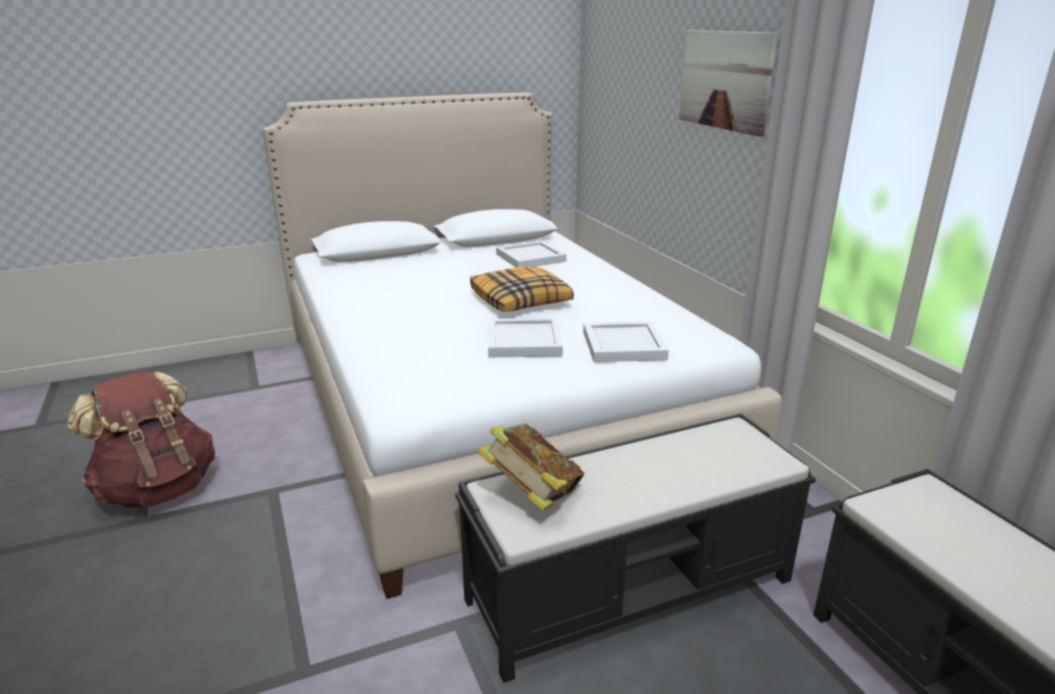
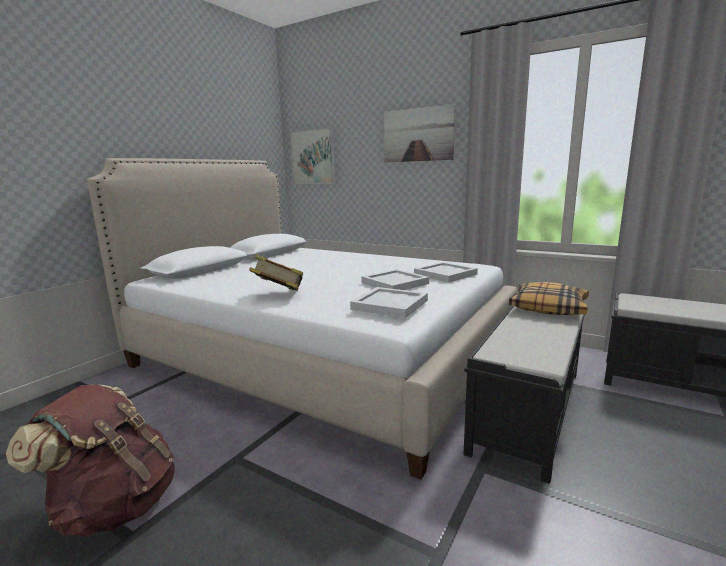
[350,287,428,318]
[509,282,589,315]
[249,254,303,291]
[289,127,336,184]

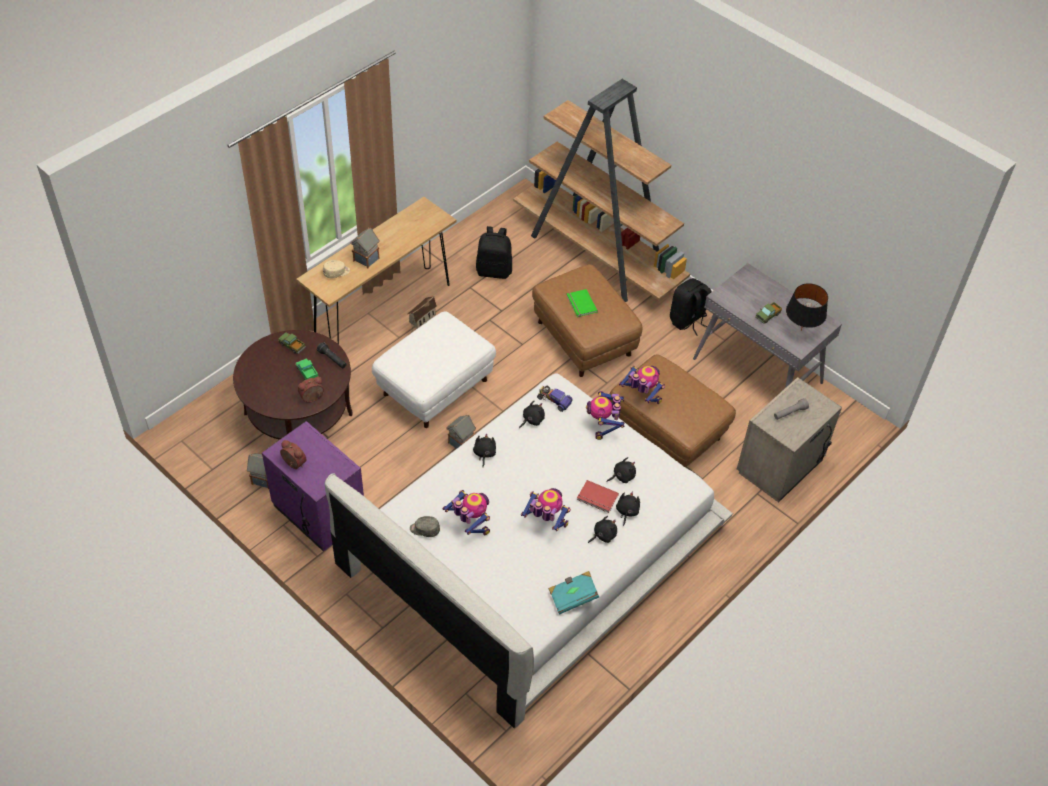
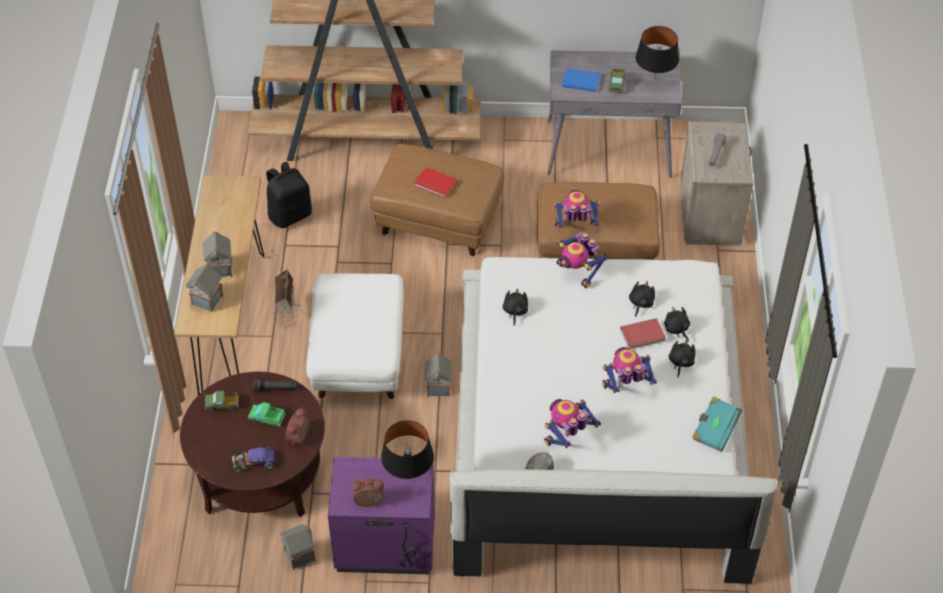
[186,263,223,312]
[670,278,712,336] (first image)
[414,167,457,198]
[232,447,275,473]
[473,433,496,467] (first image)
[544,399,601,448]
[562,68,600,92]
[381,420,434,479]

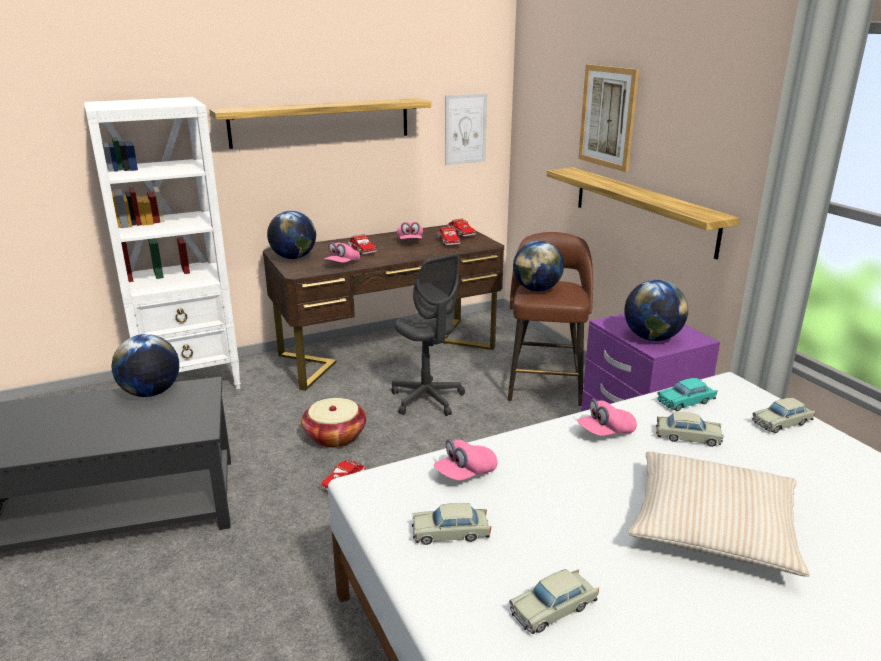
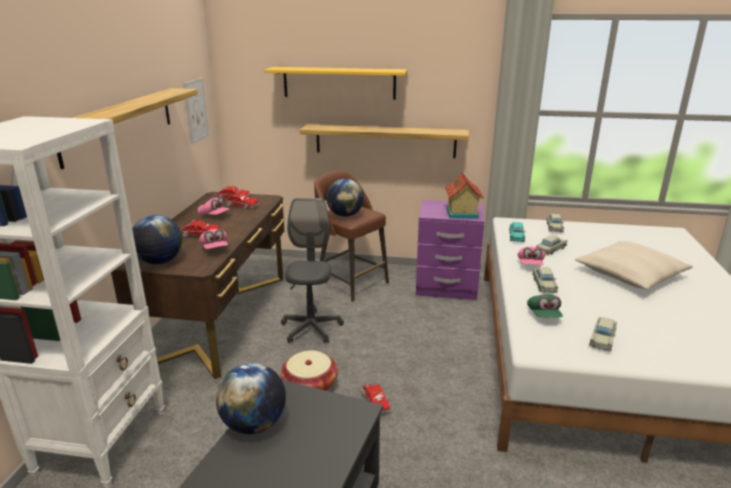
[264,67,408,100]
[281,198,344,343]
[445,172,484,219]
[527,294,563,317]
[533,267,558,293]

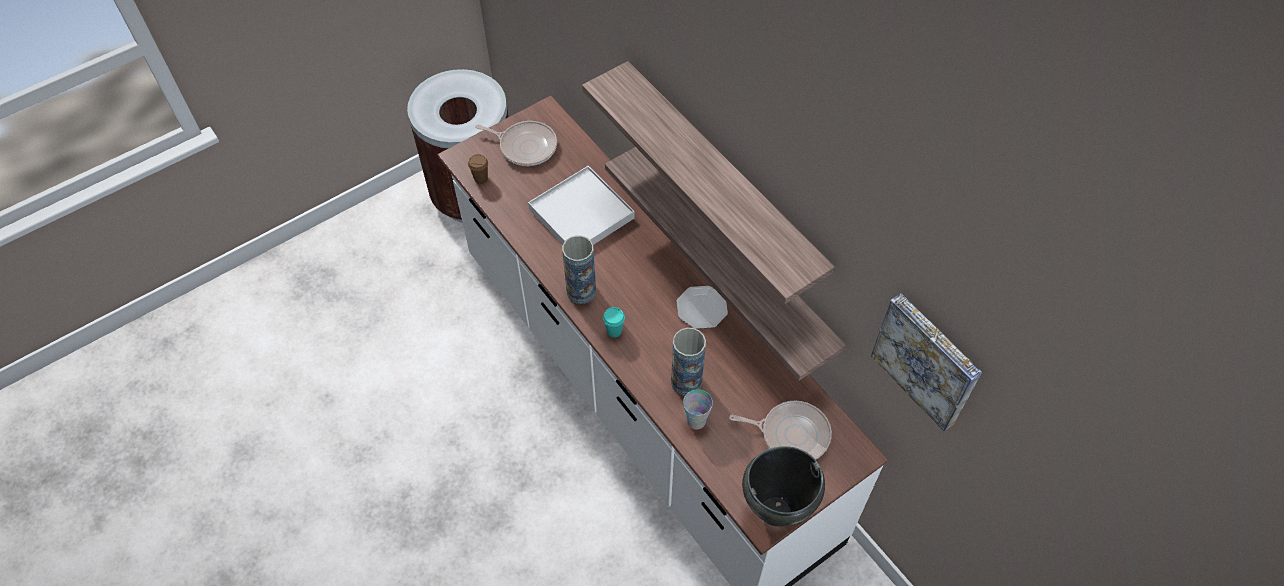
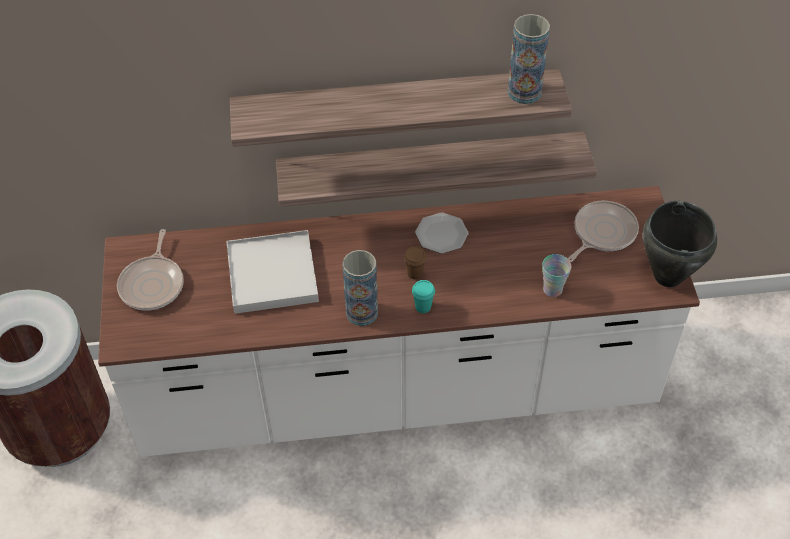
[117,229,184,311]
[404,246,427,279]
[871,293,982,431] (first image)
[508,14,550,104]

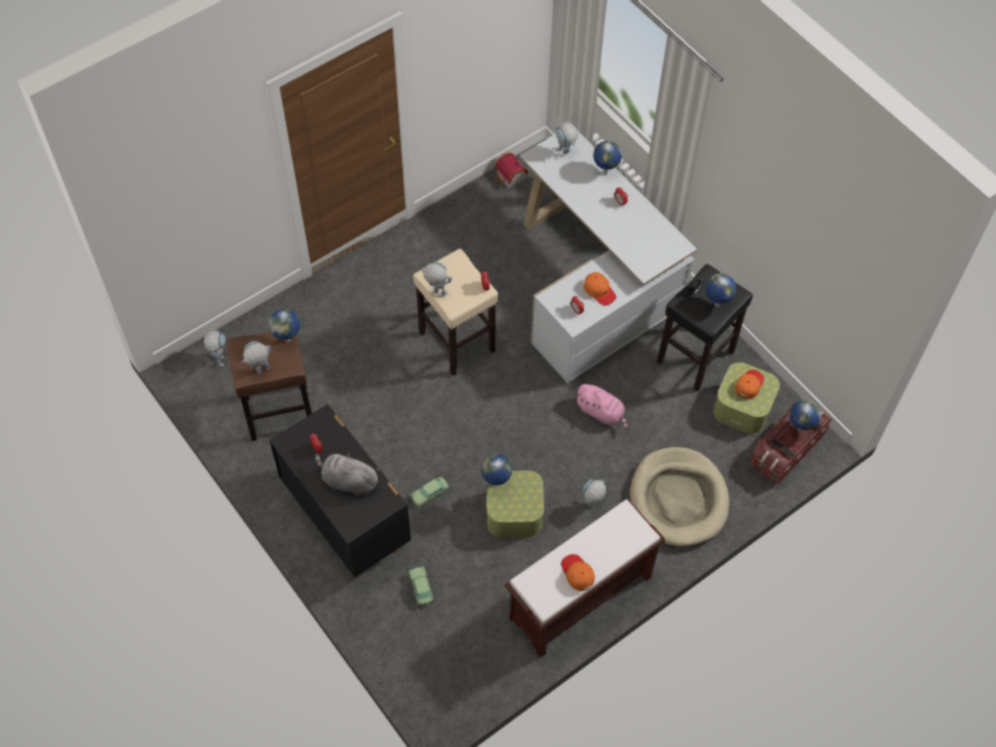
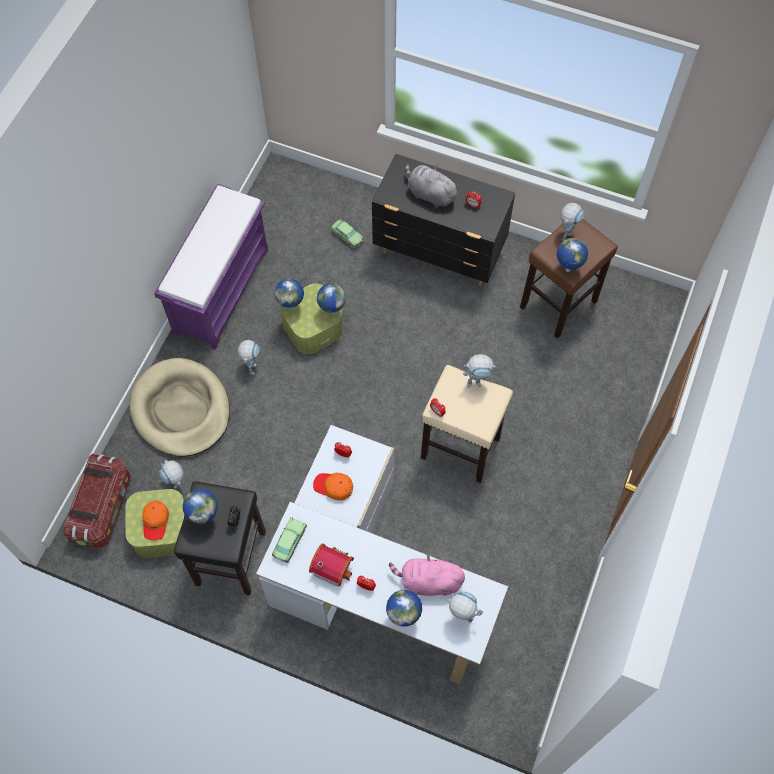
[309,544,354,587]
[159,459,184,489]
[389,555,465,596]
[275,278,304,309]
[405,164,460,208]
[272,517,307,563]
[154,184,268,350]
[561,554,595,591] (first image)

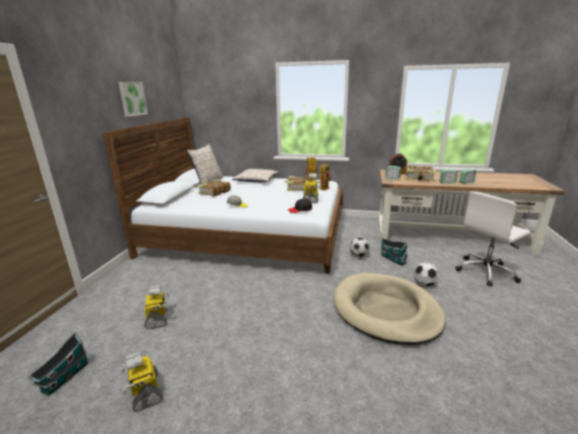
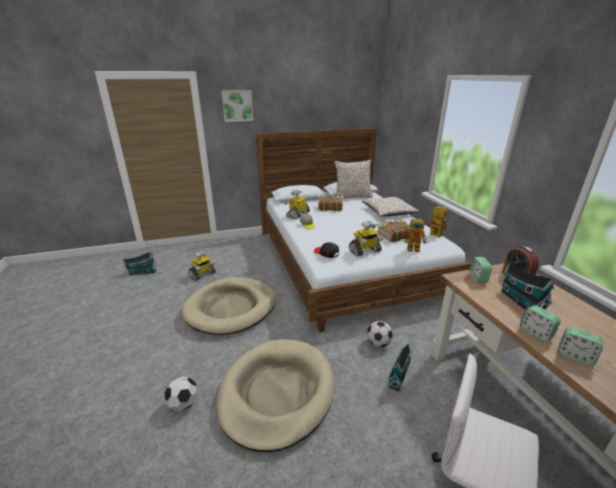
[222,90,253,122]
[501,263,554,310]
[165,377,198,412]
[285,190,310,219]
[182,277,276,335]

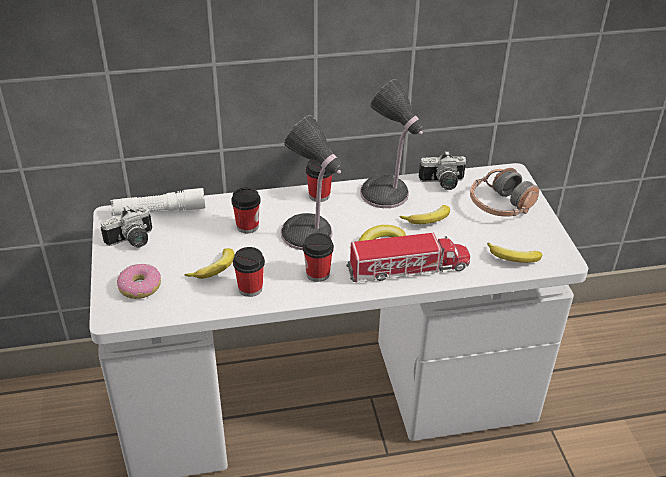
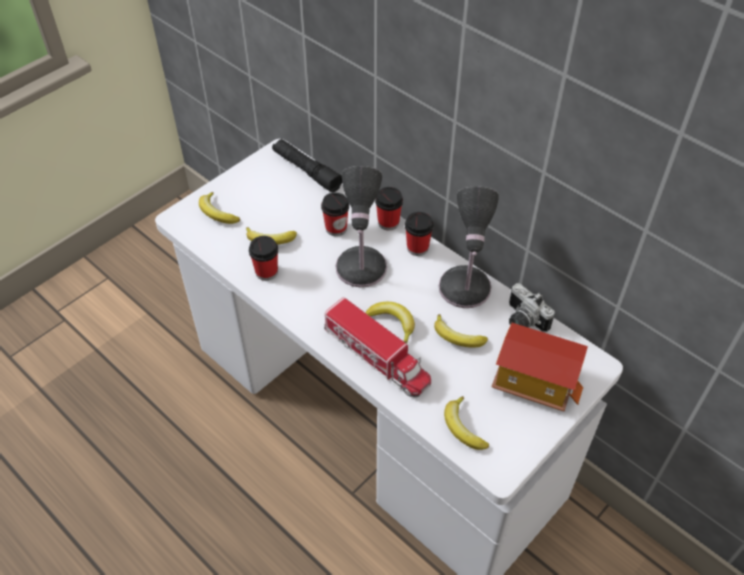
[492,323,588,411]
[272,139,342,192]
[101,206,152,247] (first image)
[375,187,403,231]
[199,192,240,224]

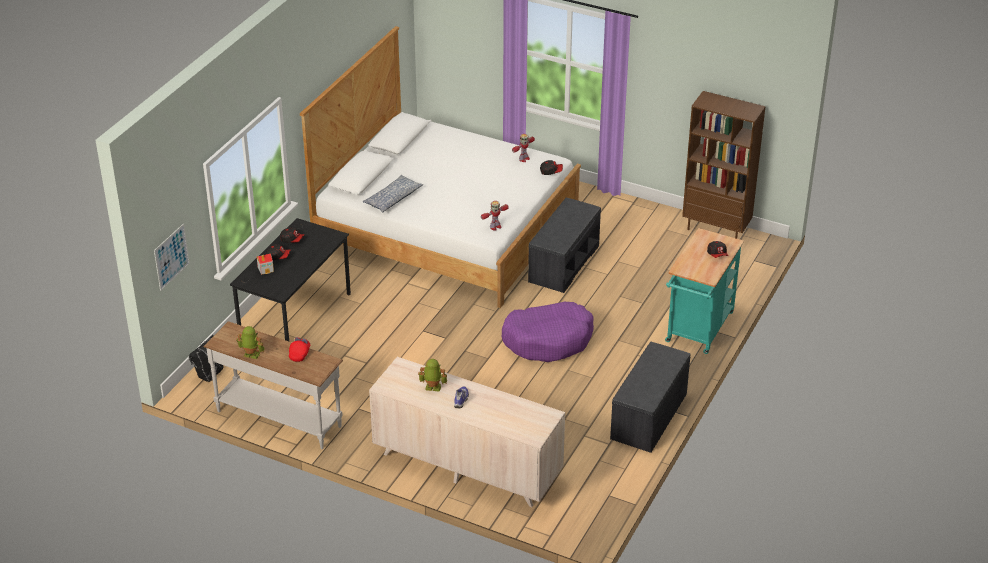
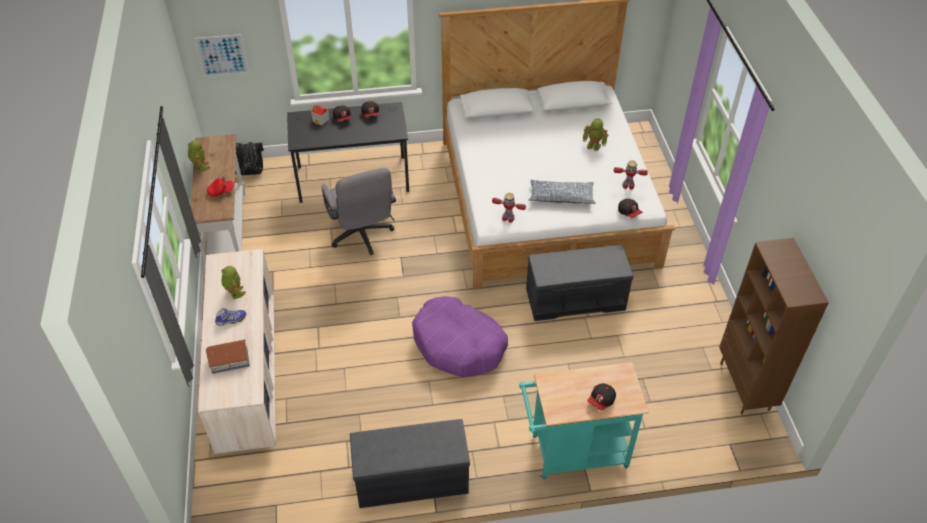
[528,180,596,204]
[583,119,608,151]
[322,168,396,255]
[206,340,250,374]

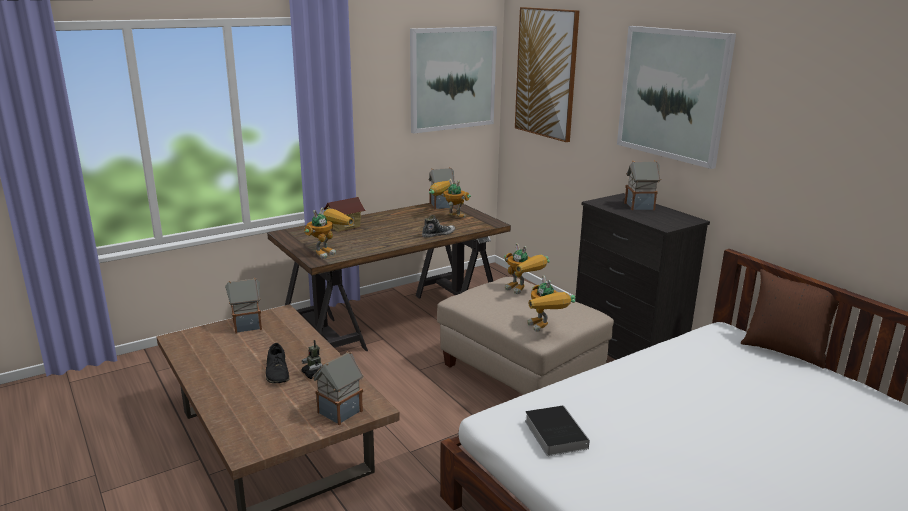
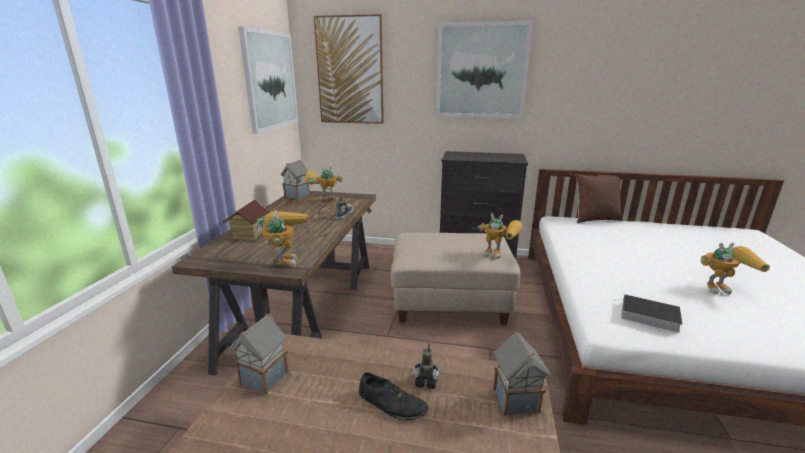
[624,160,661,210] (first image)
[701,243,770,294]

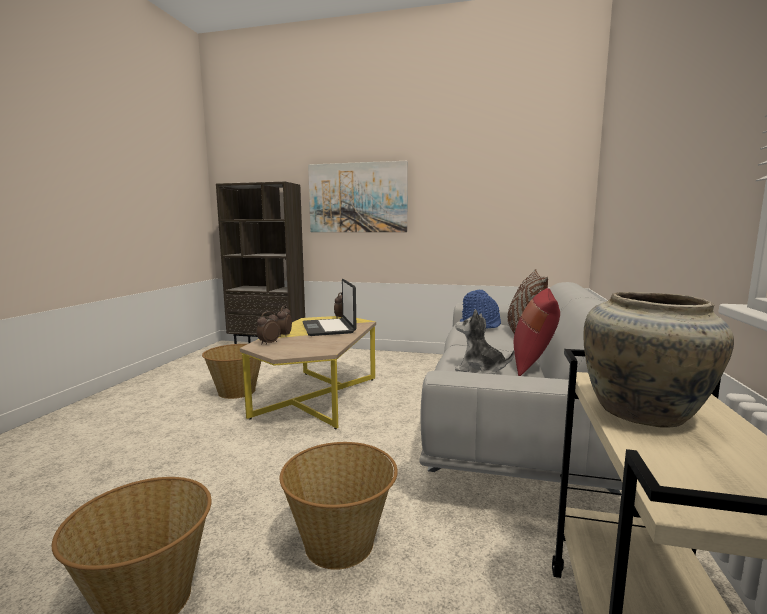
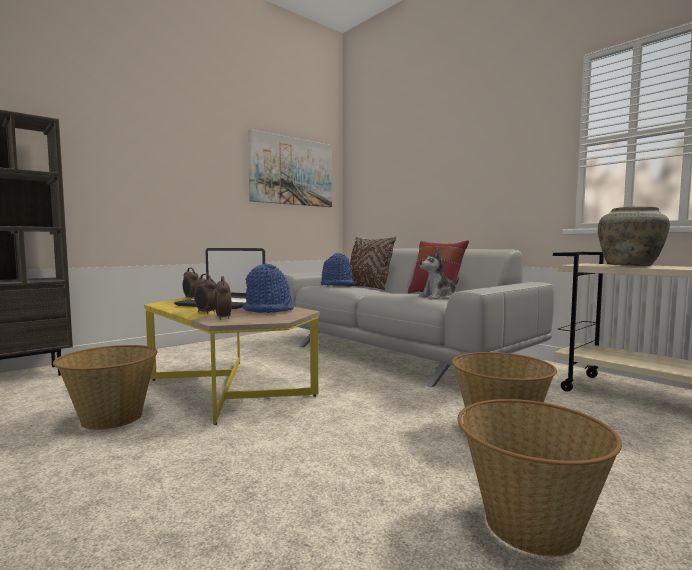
[248,129,332,207]
[242,264,294,313]

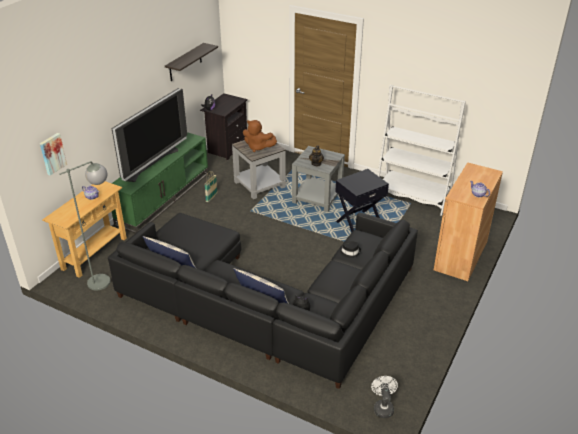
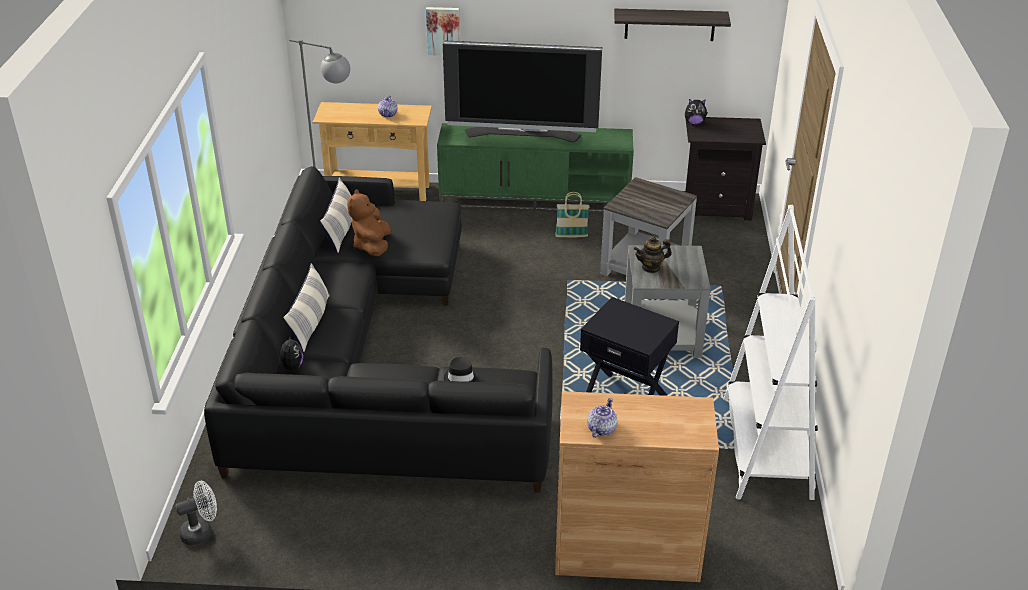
[347,189,391,256]
[426,7,460,56]

